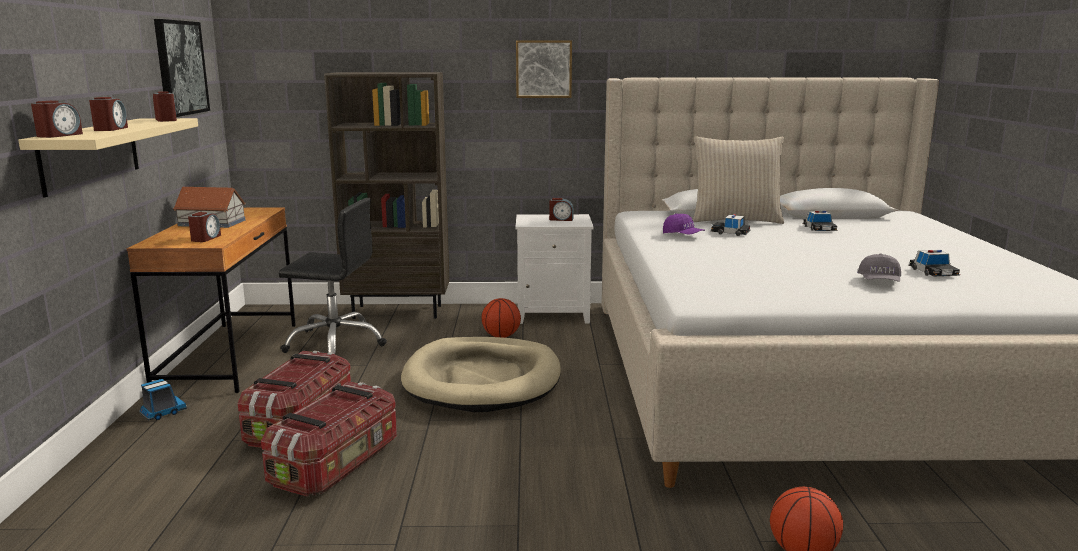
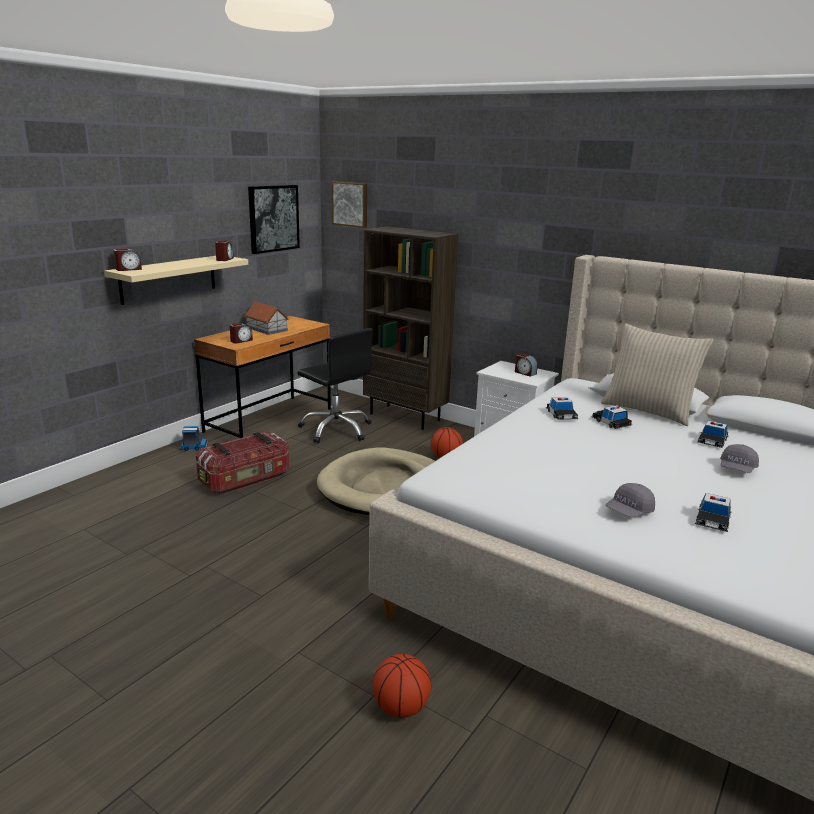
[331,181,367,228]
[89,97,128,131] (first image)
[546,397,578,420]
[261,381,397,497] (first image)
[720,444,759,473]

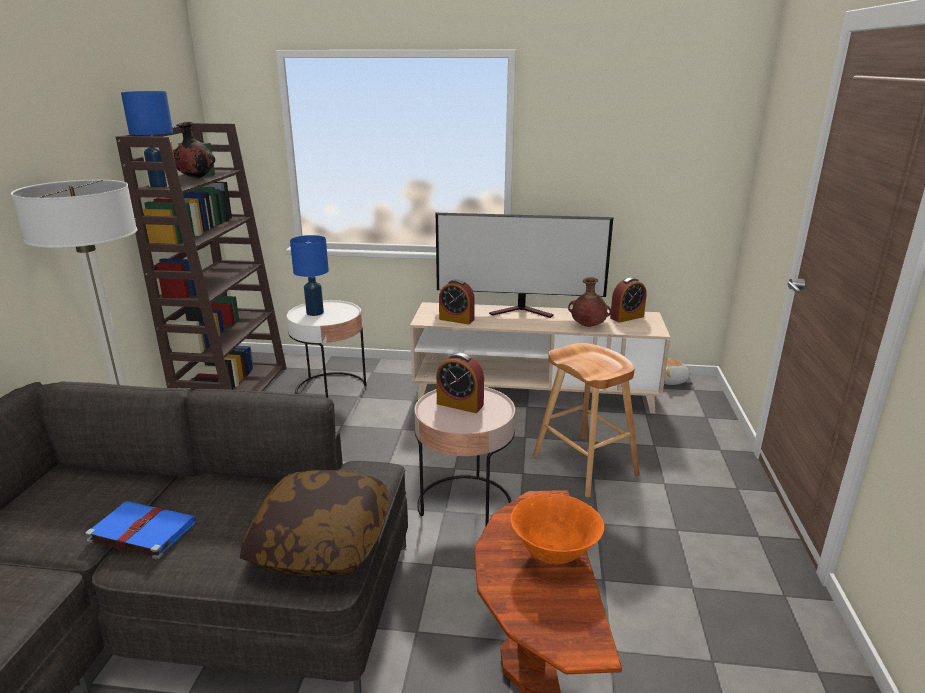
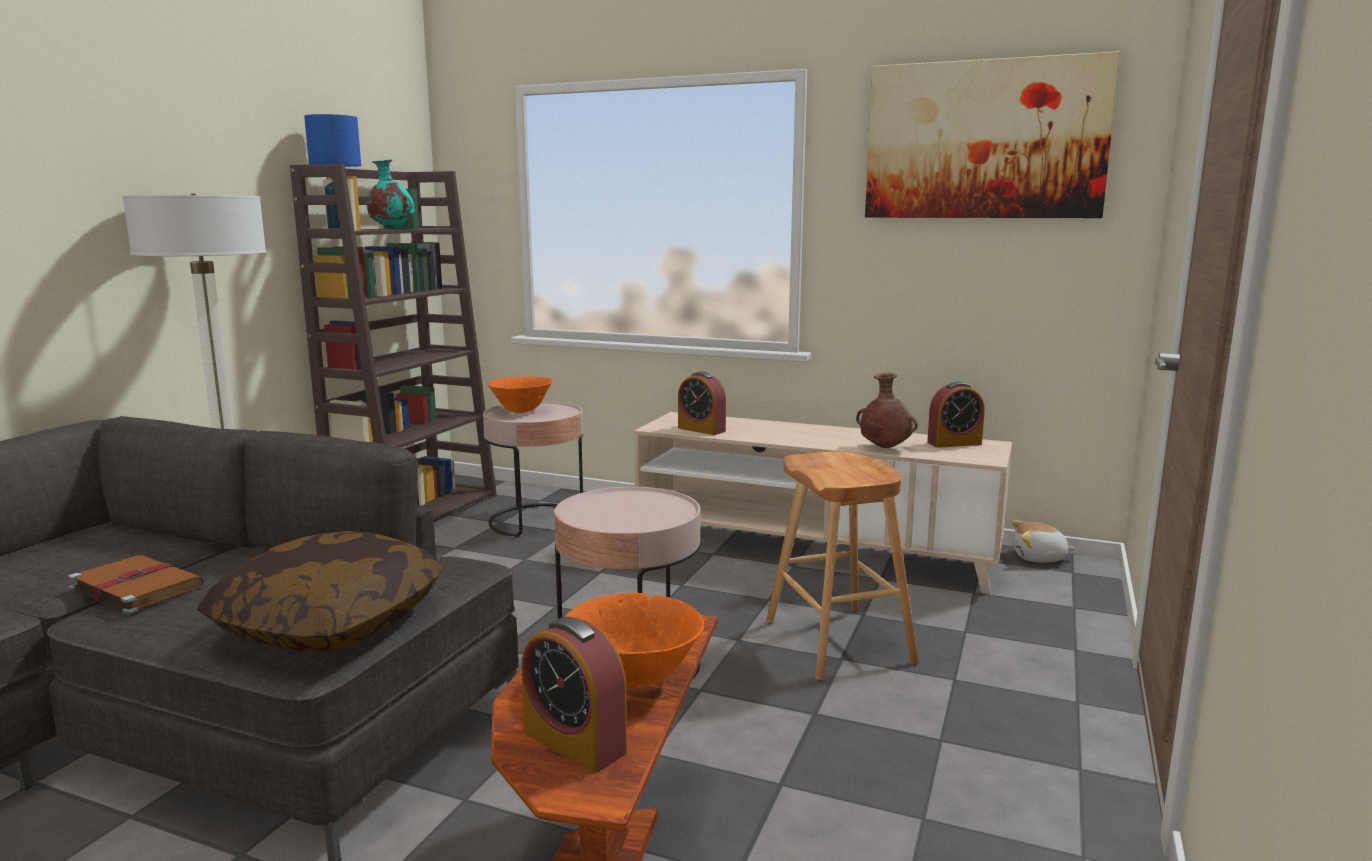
[367,160,414,229]
[436,213,613,318] (first image)
[487,376,553,413]
[483,401,583,537]
[522,617,627,773]
[68,555,204,614]
[865,51,1120,218]

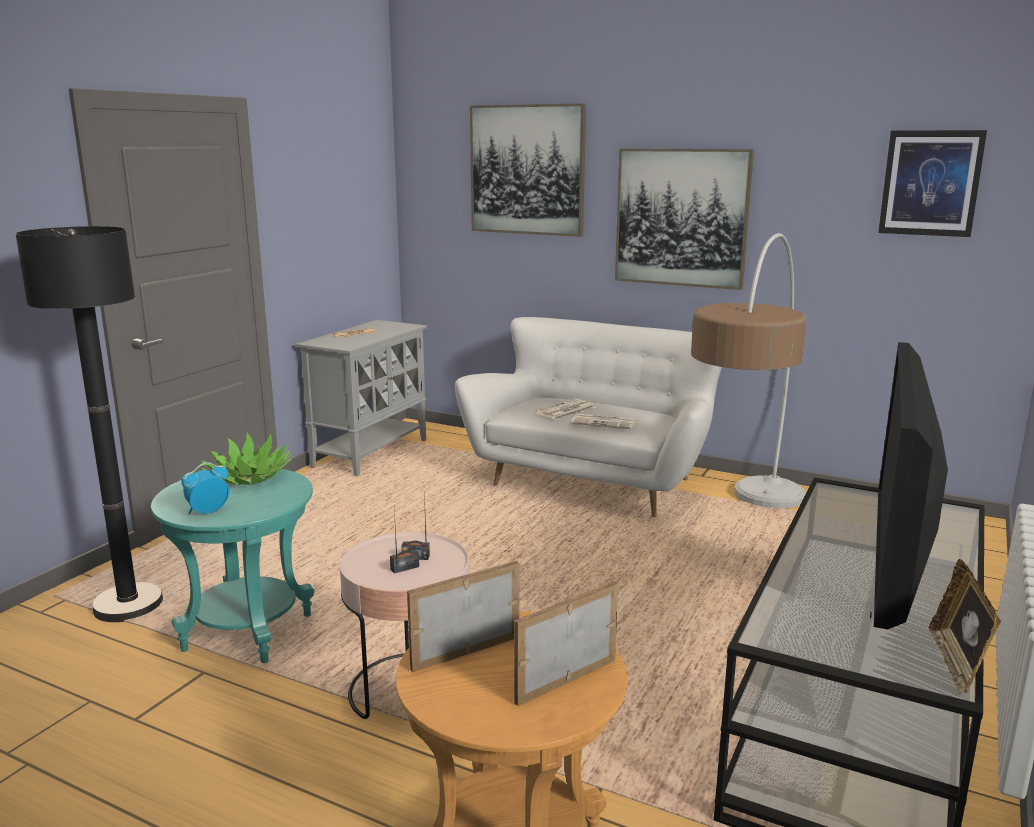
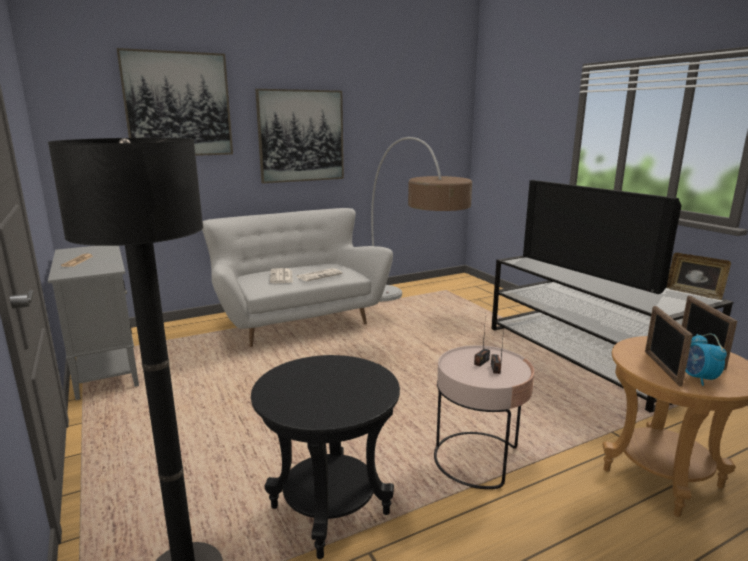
[878,130,987,237] (first image)
[201,433,293,485] (first image)
[685,334,727,386]
[251,355,400,559]

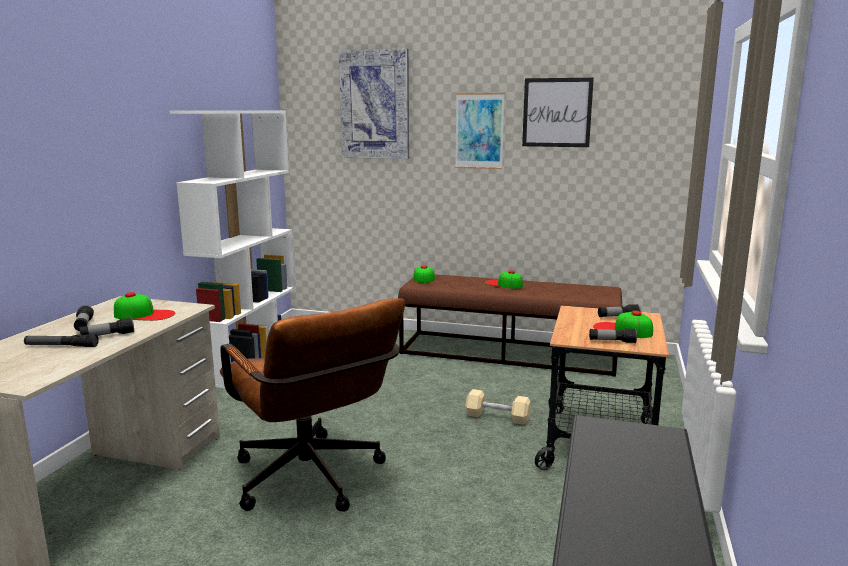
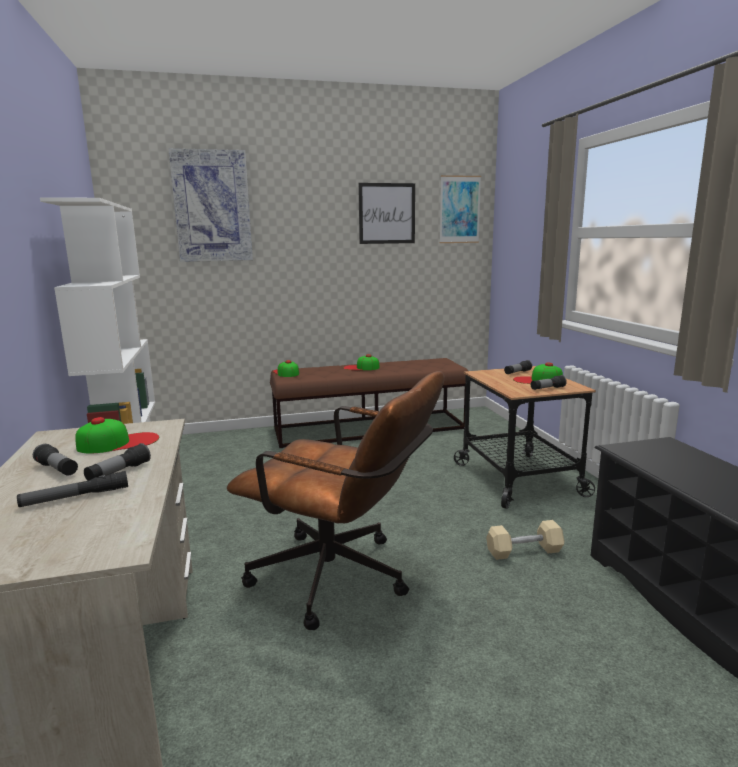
[440,175,481,243]
[486,520,564,560]

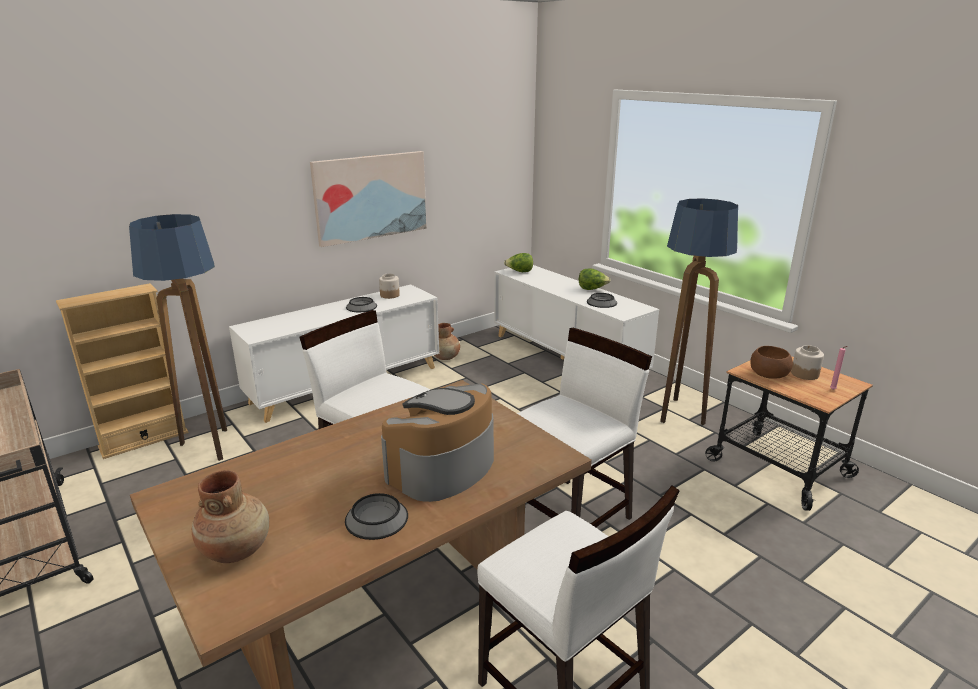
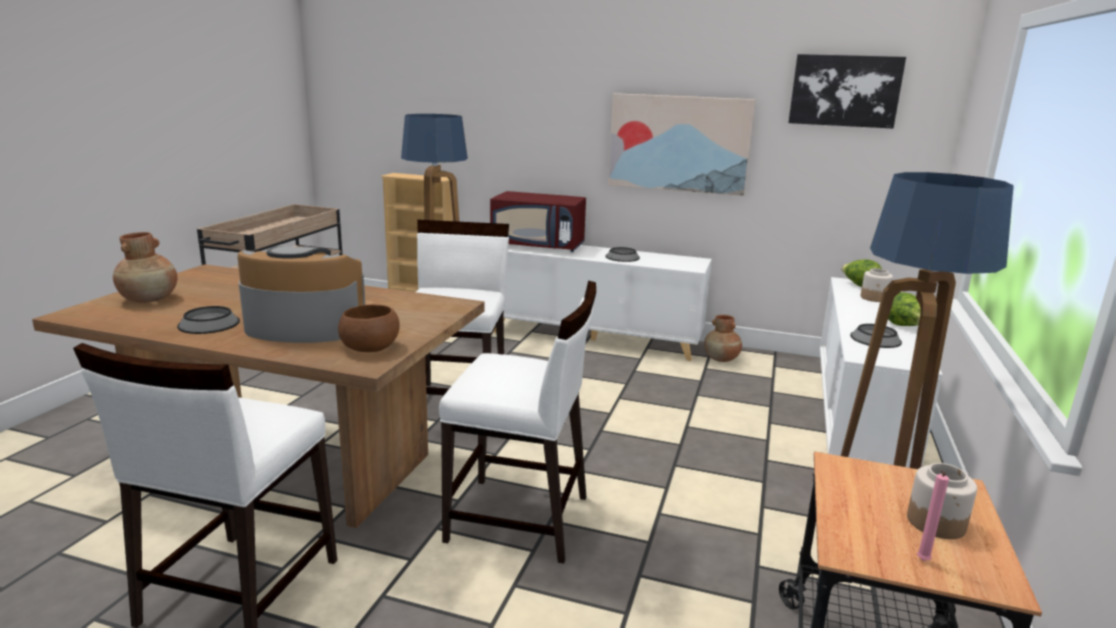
[860,268,893,302]
[338,304,400,352]
[788,54,906,129]
[490,191,586,252]

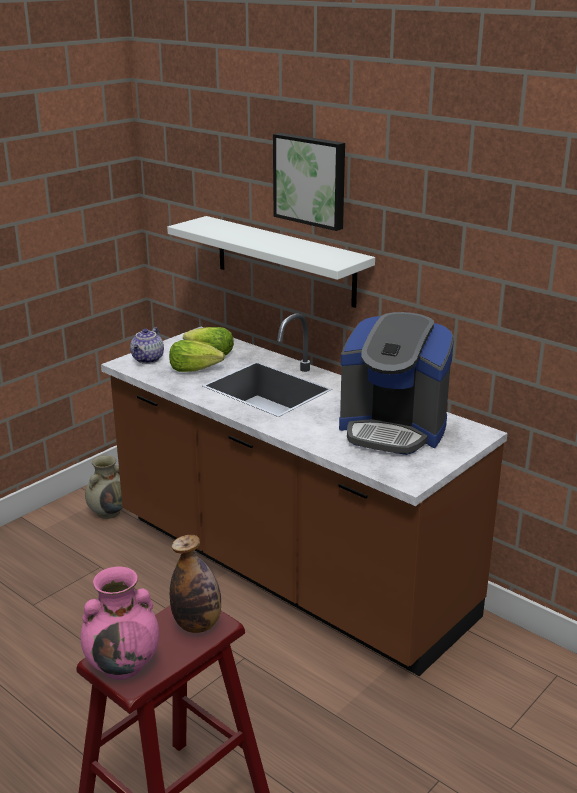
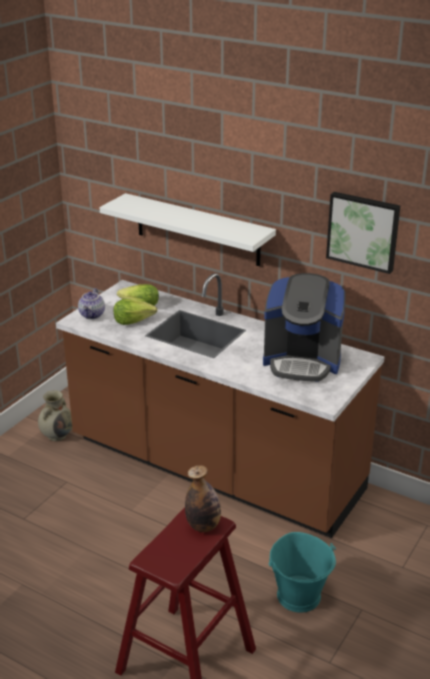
[326,192,400,274]
[81,566,159,680] (first image)
[269,532,336,613]

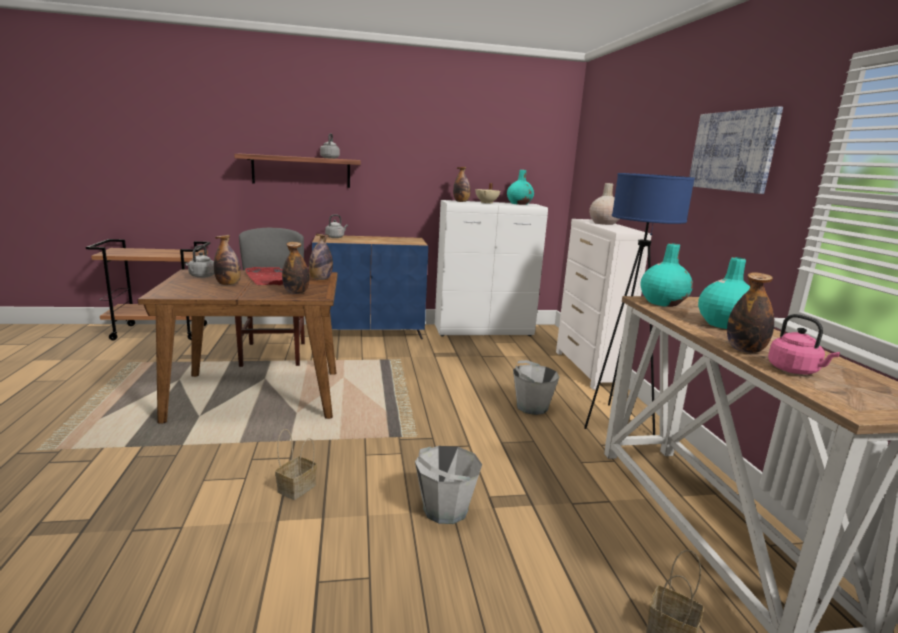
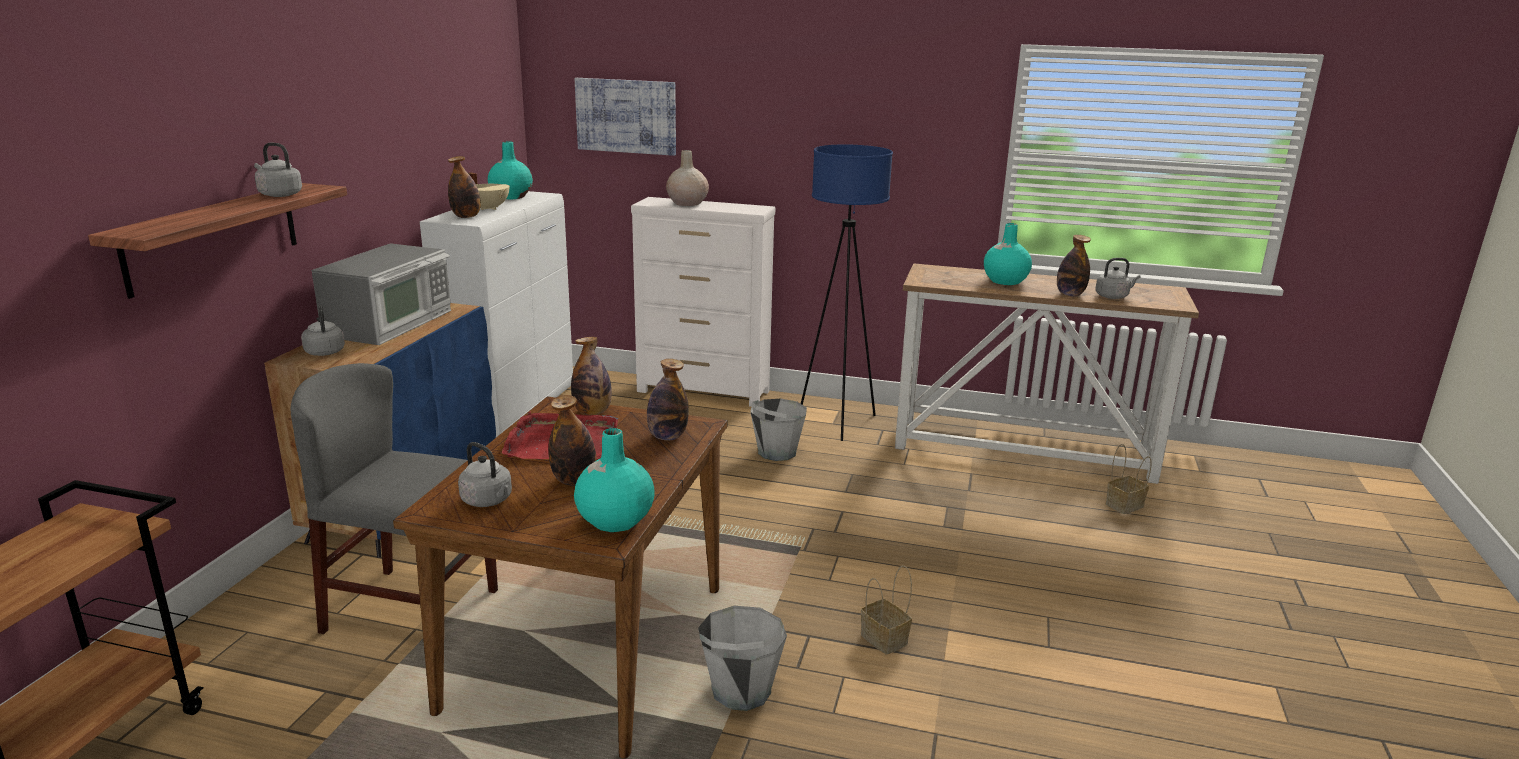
[575,78,676,156]
[574,428,654,532]
[1095,258,1140,299]
[698,606,787,711]
[311,243,451,345]

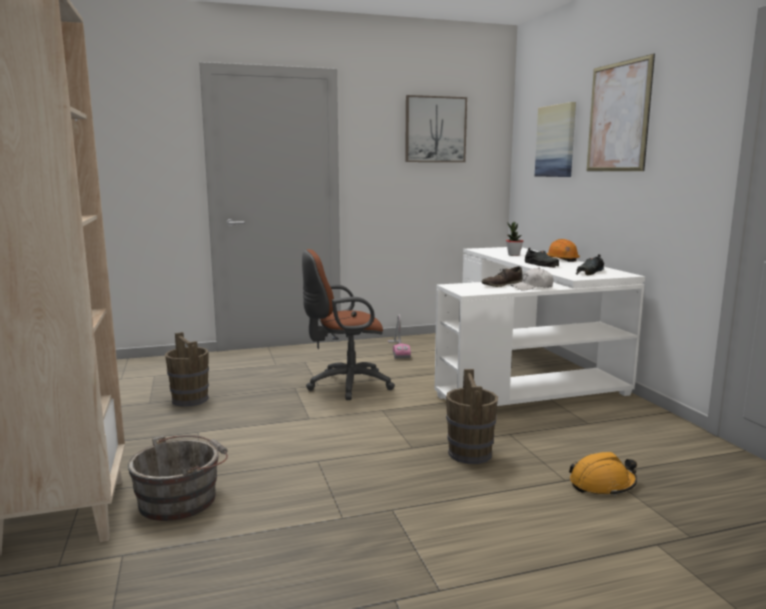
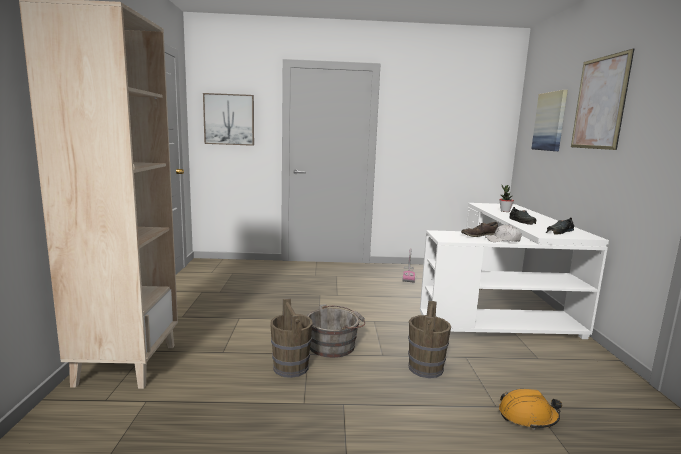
[203,93,254,146]
[546,239,580,262] (first image)
[302,249,395,400] (first image)
[270,298,313,378]
[307,304,365,358]

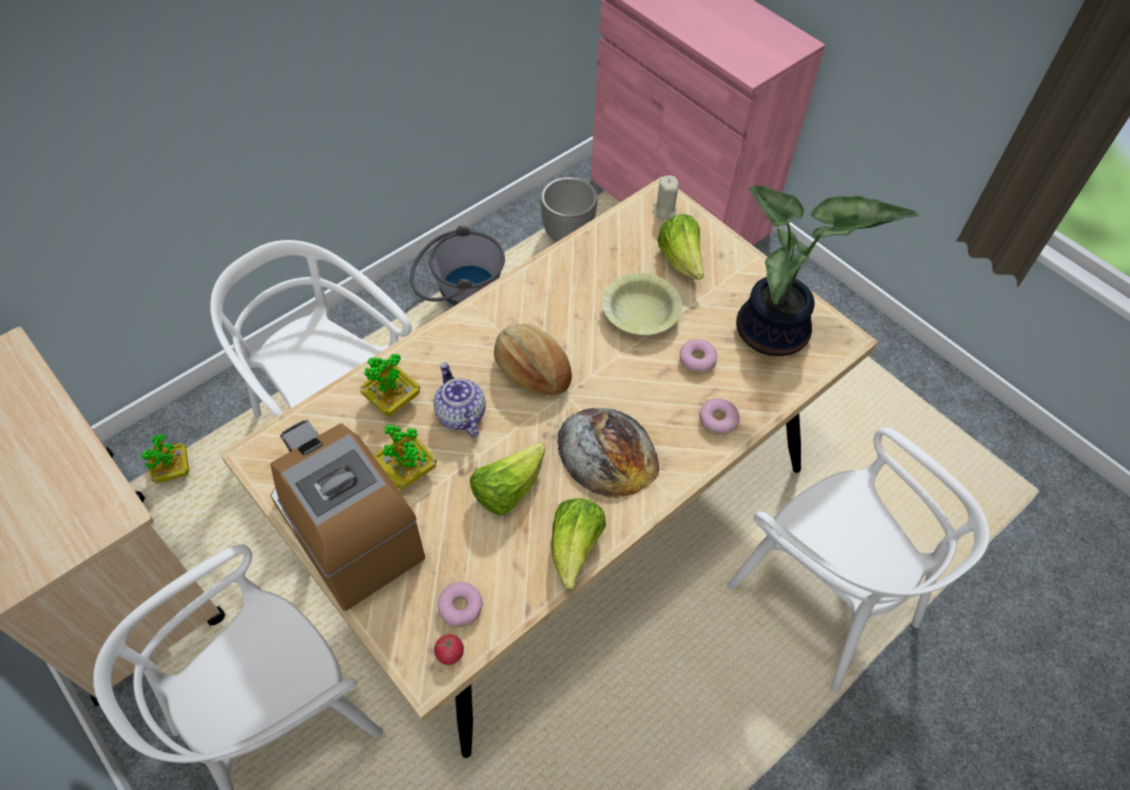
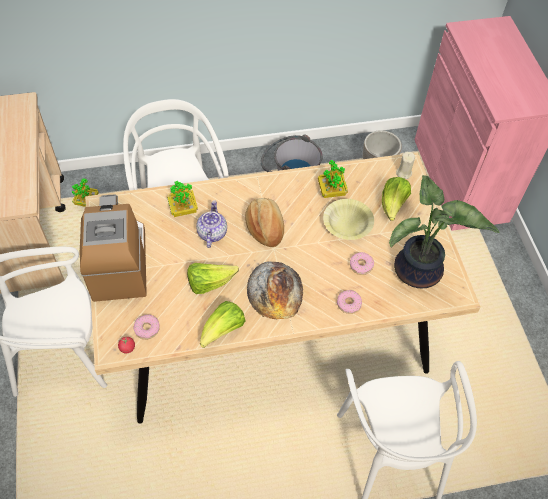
[318,160,348,198]

